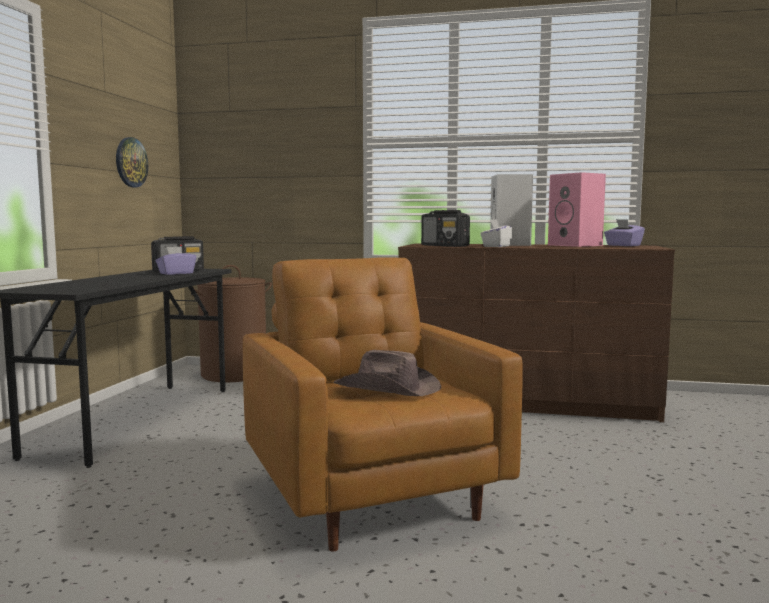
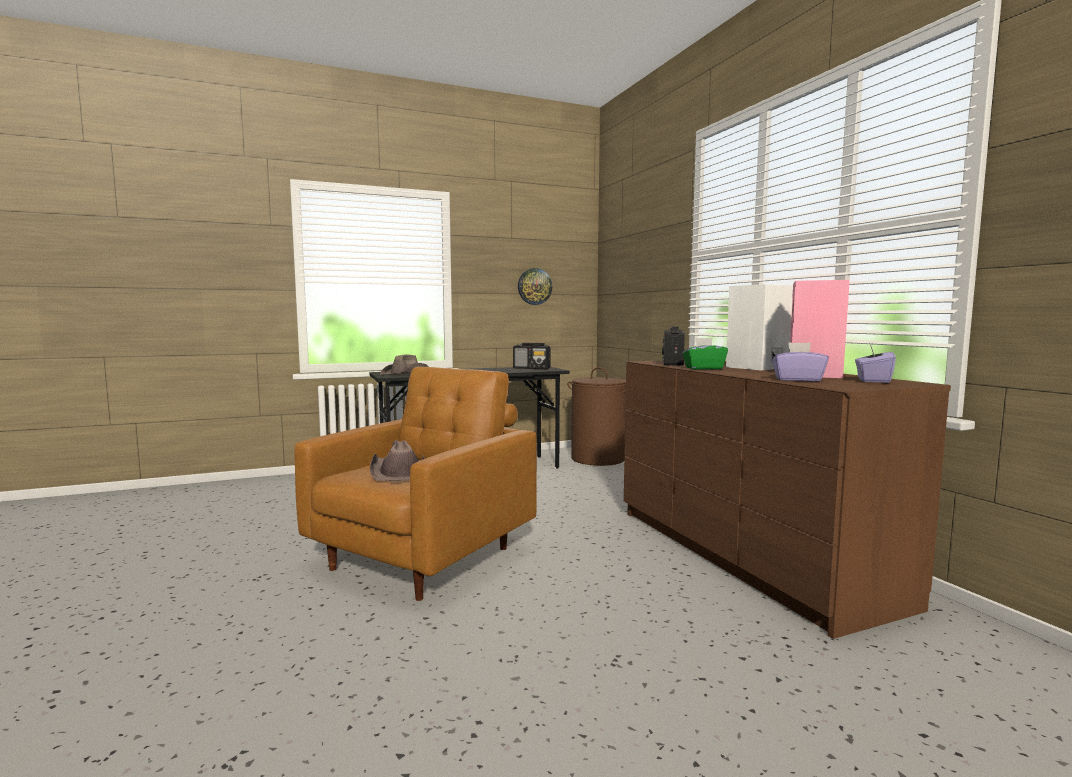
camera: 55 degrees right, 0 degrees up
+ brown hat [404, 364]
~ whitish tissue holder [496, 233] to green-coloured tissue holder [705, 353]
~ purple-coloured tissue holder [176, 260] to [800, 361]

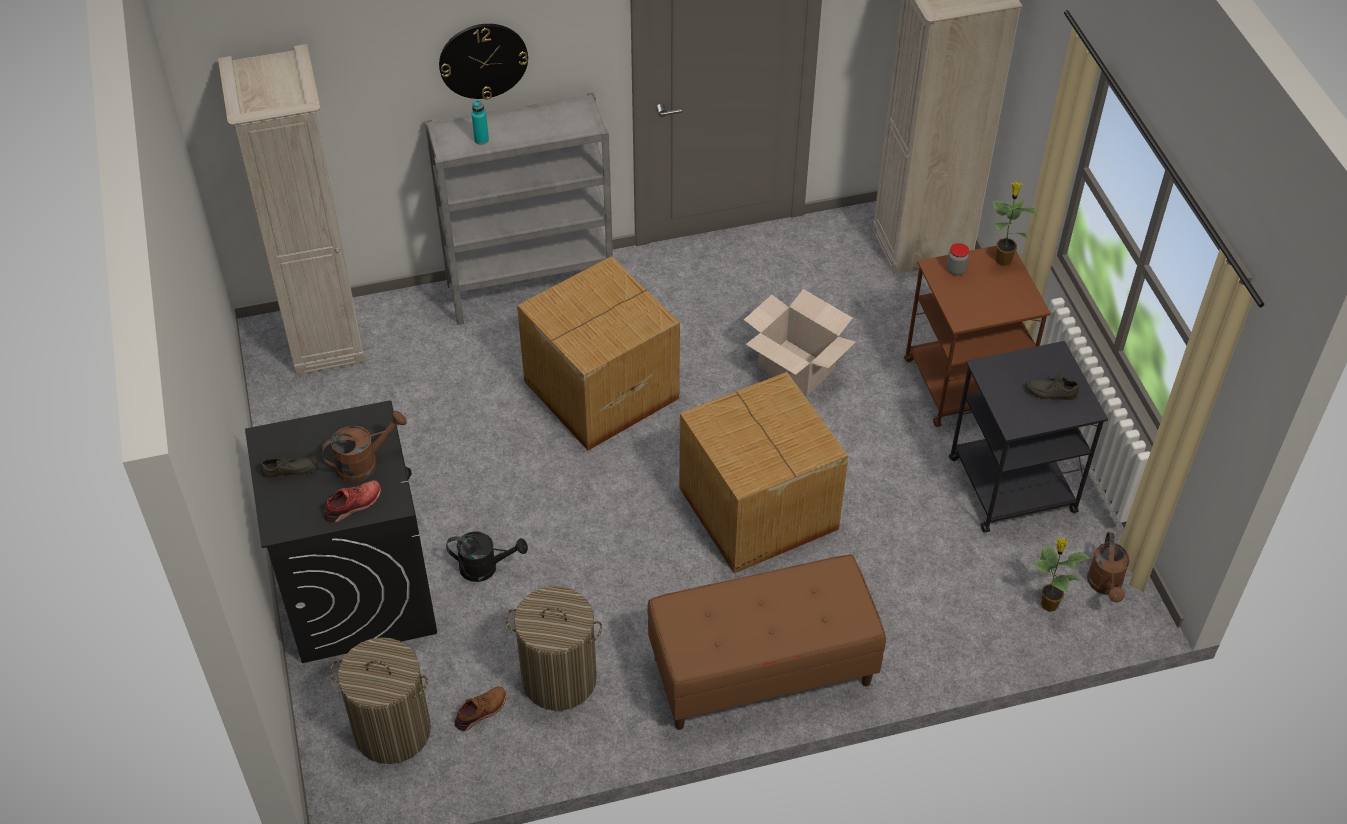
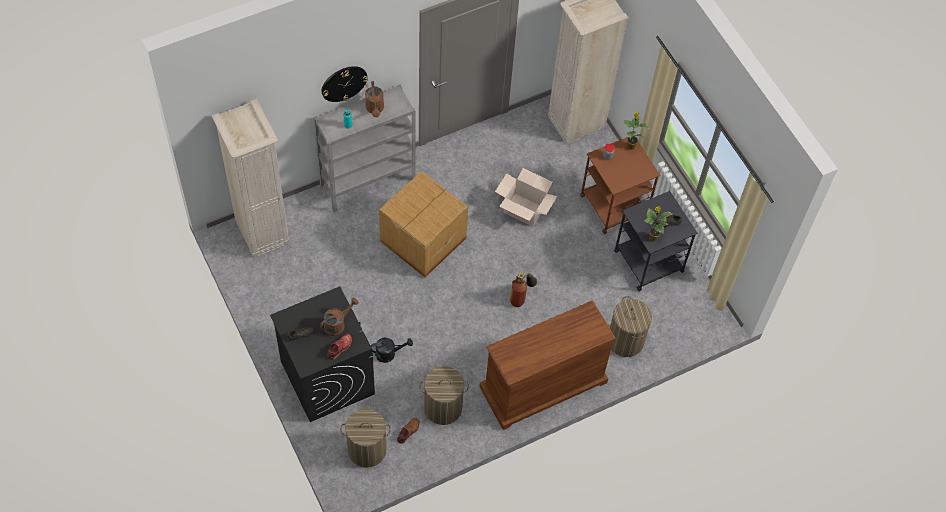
camera: 15 degrees left, 10 degrees up
~ brown watering can [1108, 567] to [374, 99]
~ brown long seat [766, 642] to brown chest of drawers [547, 365]
~ carton [763, 473] to extinguisher [523, 290]
+ hamper [631, 326]
~ plant in a pot [1062, 575] to [658, 224]

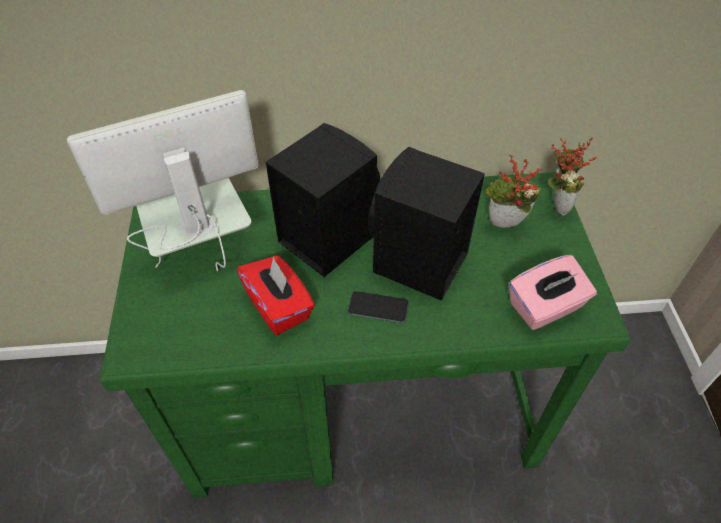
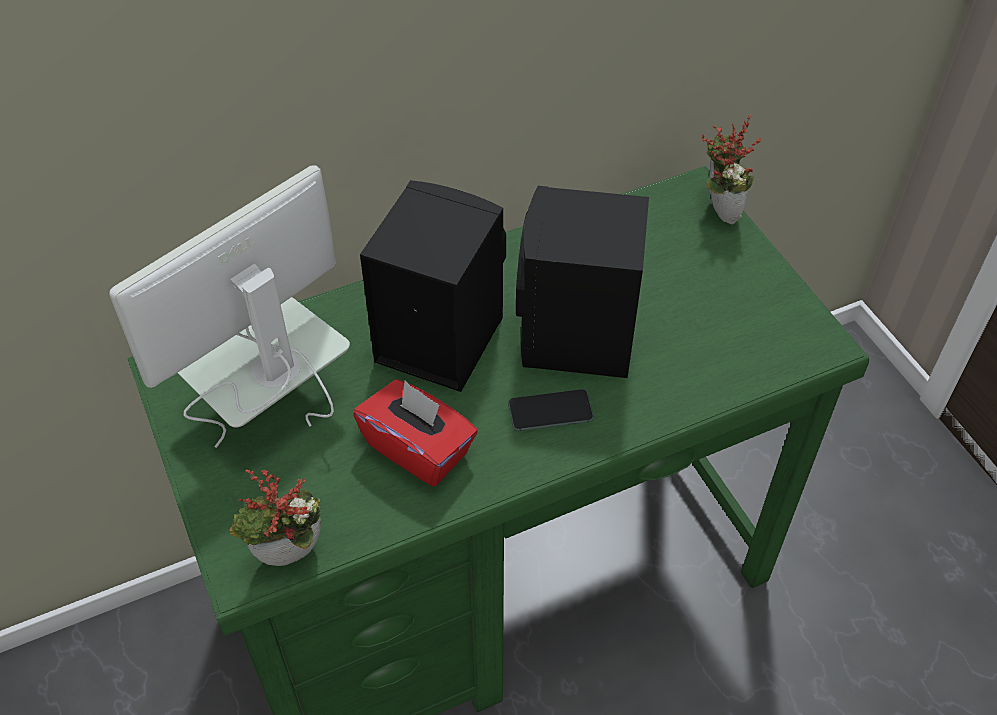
camera: 20 degrees left, 0 degrees up
~ plant in a pot [514, 191] to [275, 518]
- pink tissue holder [553, 292]

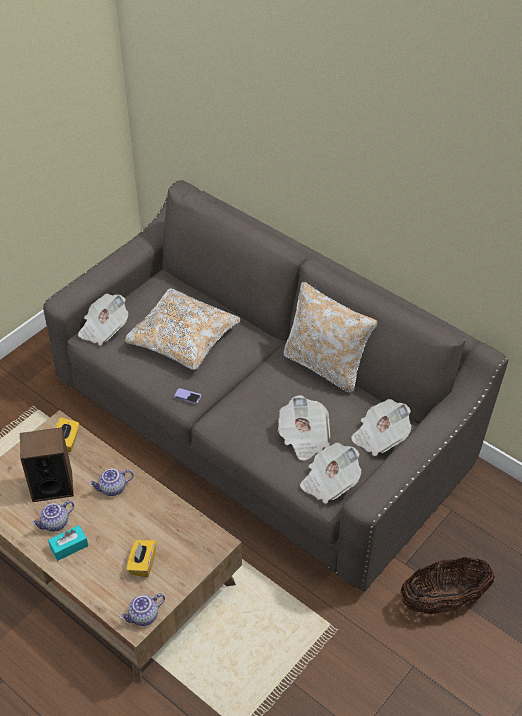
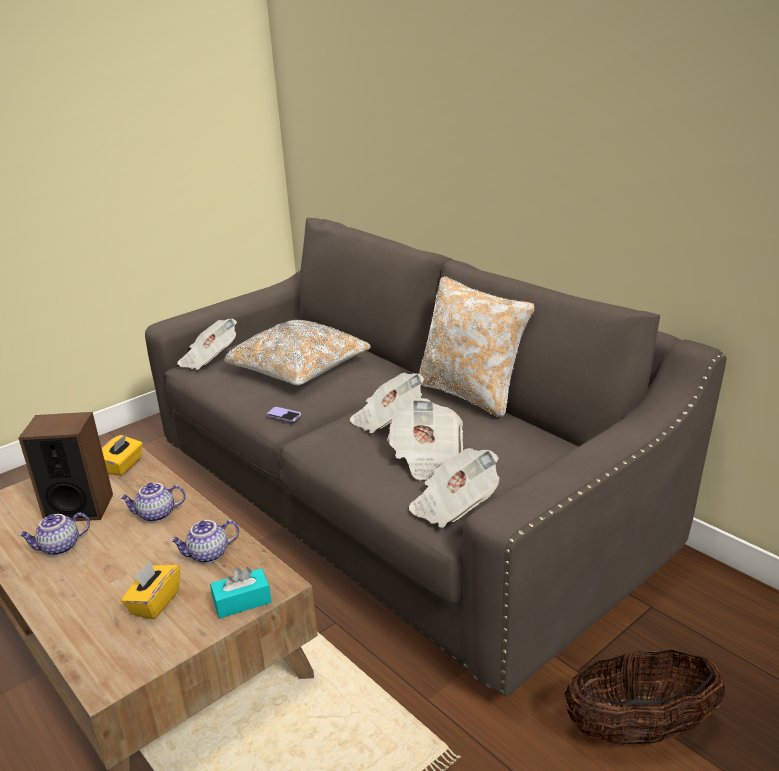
camera: 10 degrees right, 20 degrees down
~ tea pot [142, 610] to [204, 541]
~ blue-green tissue holder [68, 543] to [241, 593]
~ printed paper [381, 427] to [387, 403]

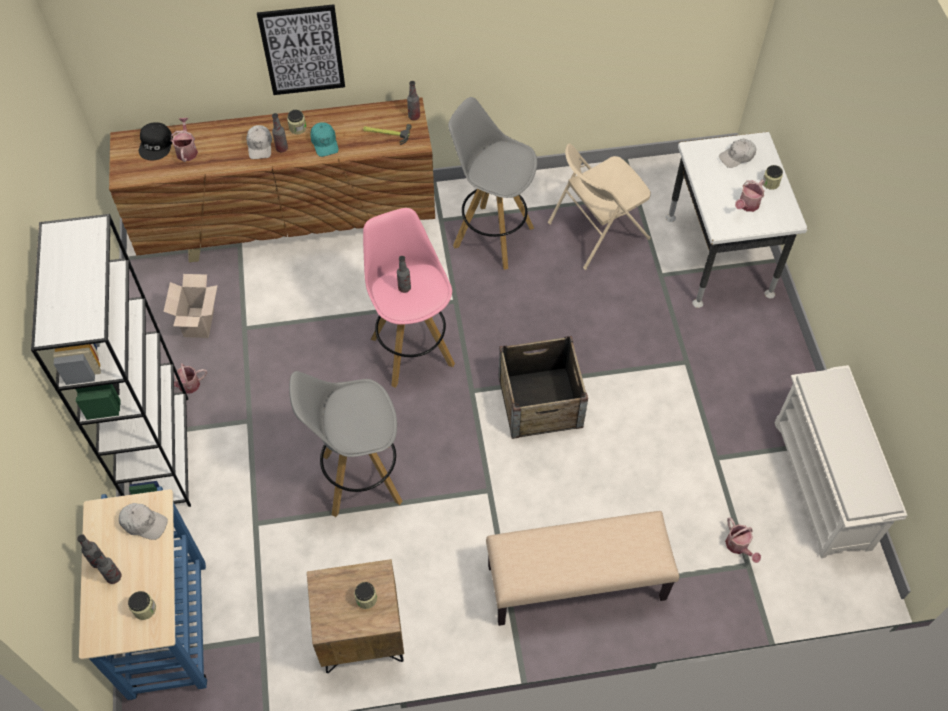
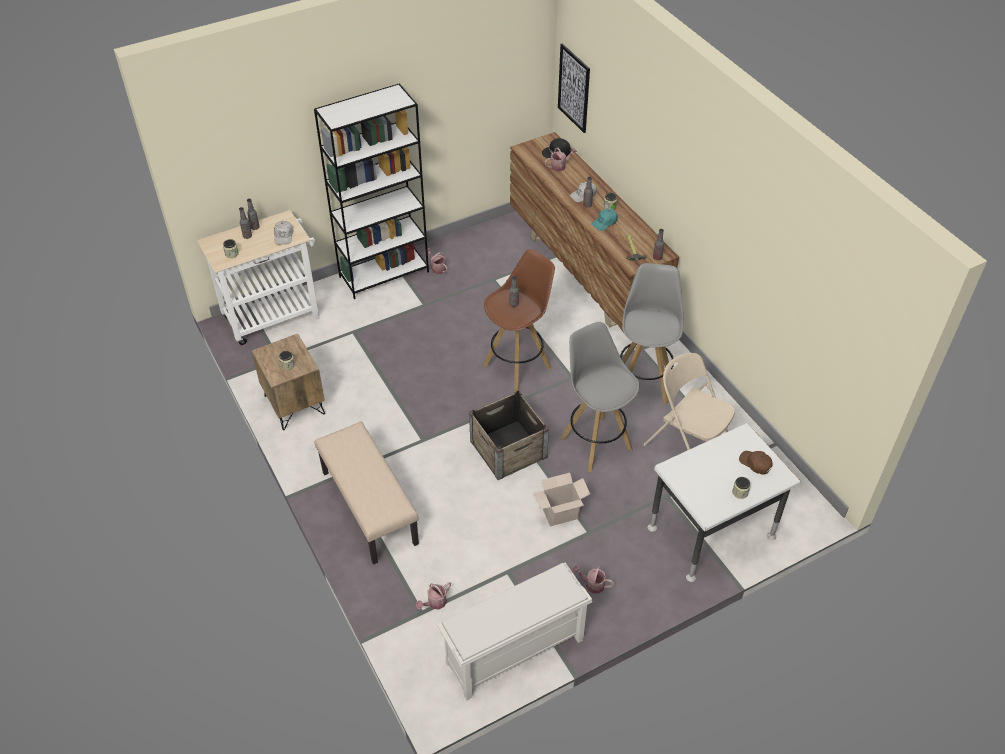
camera: 70 degrees right, 10 degrees down
~ bluish cart [143, 593] to whitish cart [258, 277]
~ pink stool [409, 298] to brown stool [519, 320]
~ carton [190, 306] to [562, 500]
~ wall art [301, 49] to [574, 88]
~ greyish stool [346, 444] to [600, 397]
~ watering can [749, 195] to [593, 579]
~ whitish baseball cap [737, 153] to brown baseball cap [756, 463]

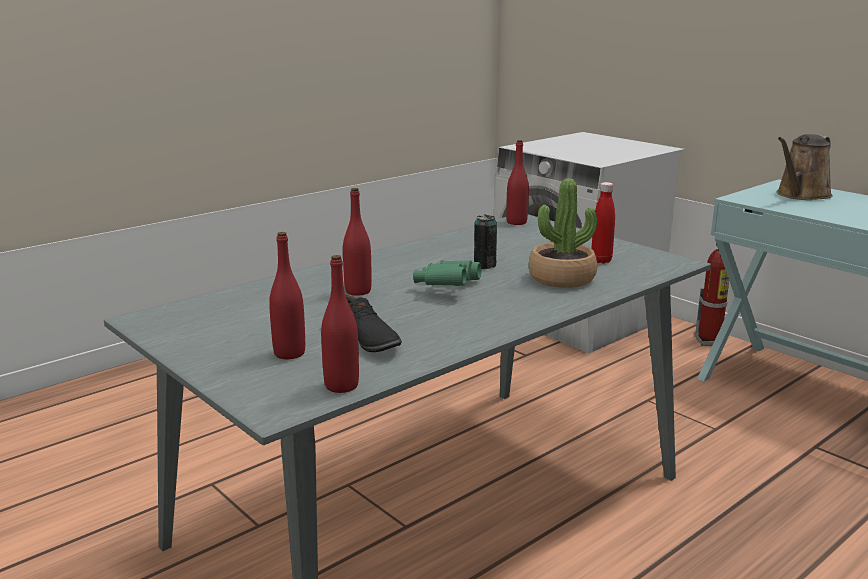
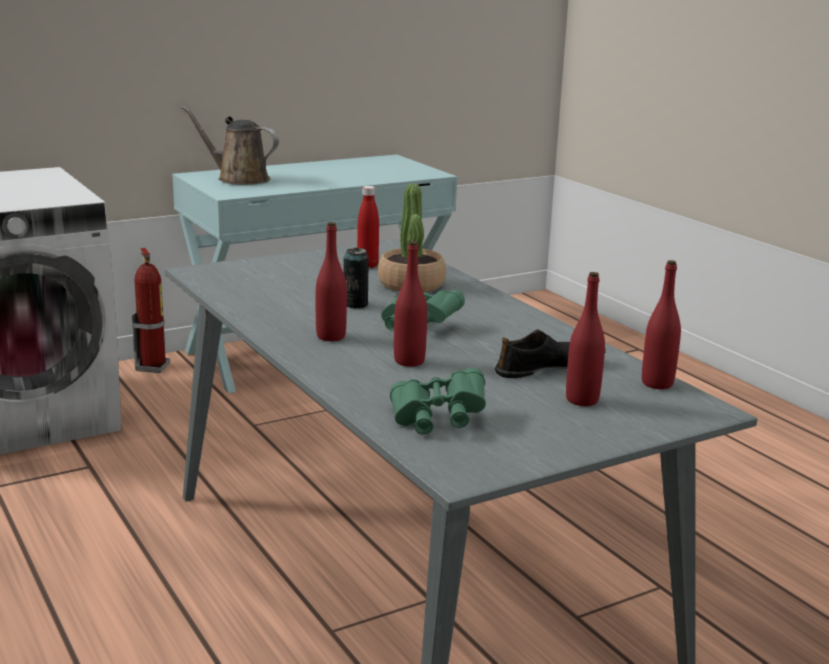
camera: 80 degrees left, 0 degrees up
~ brown watering can [804, 167] = [230, 145] 150 degrees clockwise
~ reddish drink bottle [517, 182] to [331, 281]
+ green-coloured pair of binoculars [438, 401]

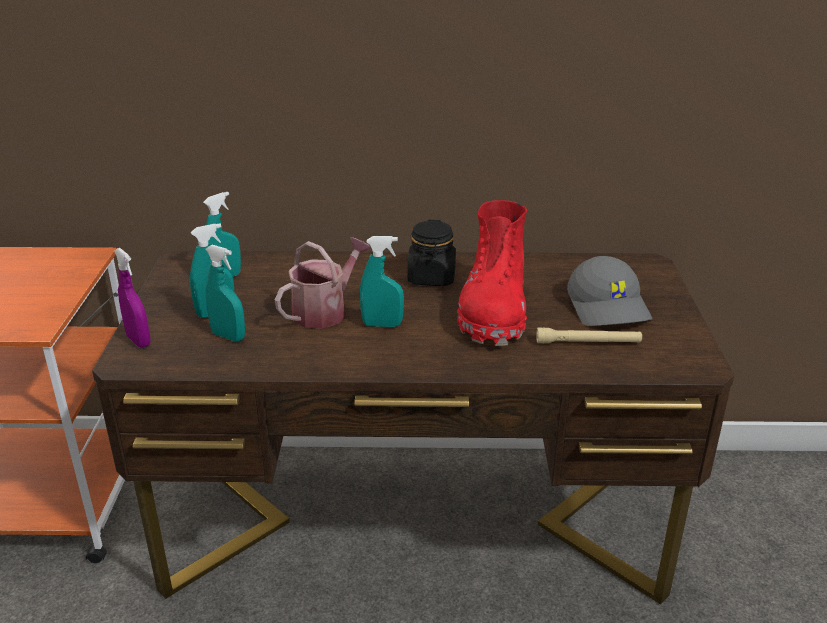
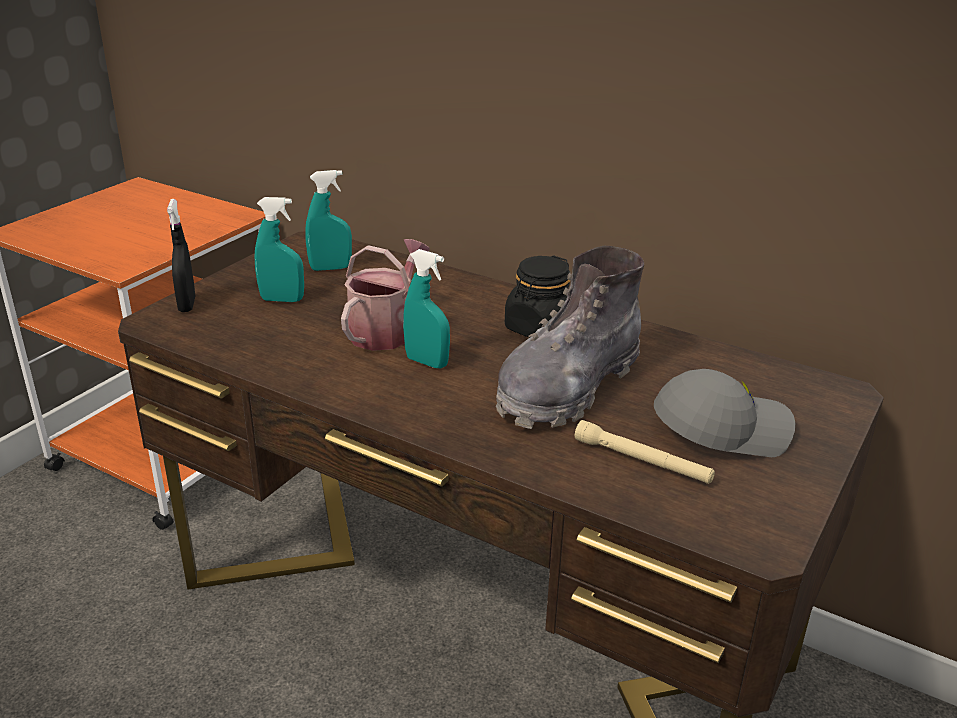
camera: 30 degrees right, 0 degrees up
~ purple-coloured sprayer [132, 298] to black sprayer [181, 255]
~ watering can [323, 283] = [385, 295] 45 degrees counterclockwise
~ reddish boot [492, 273] to greyish boot [570, 337]
~ greyish baseball cap [609, 291] = [724, 413] 120 degrees counterclockwise
- blue-green sprayer [225, 293]

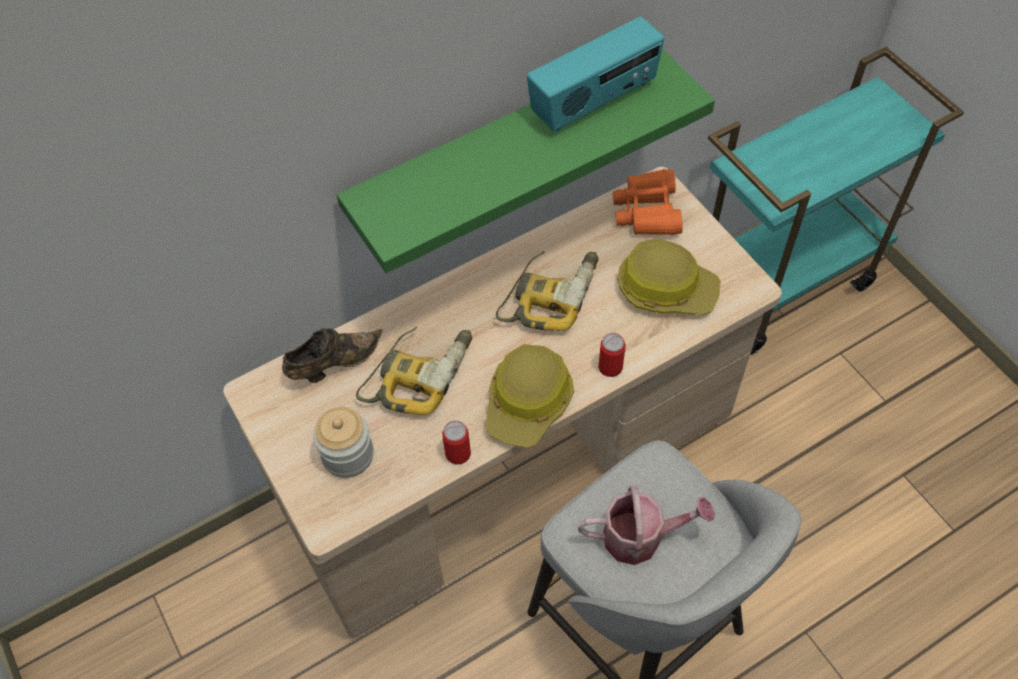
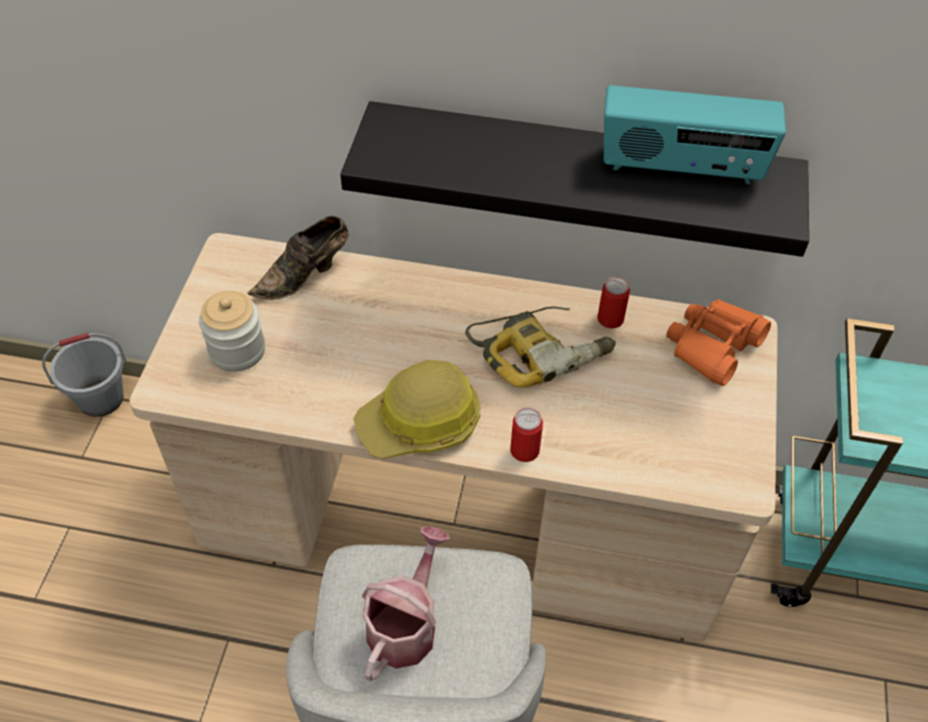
camera: 40 degrees right, 5 degrees down
+ greyish water bucket [84, 375]
~ brown item of footwear [332, 355] = [297, 258] 135 degrees clockwise
~ green-coloured shelf [526, 161] to black shelf [574, 179]
~ watering can [646, 525] = [406, 603] 105 degrees counterclockwise
~ can [456, 442] to [613, 302]
- power drill [414, 371]
- safety helmet [669, 277]

